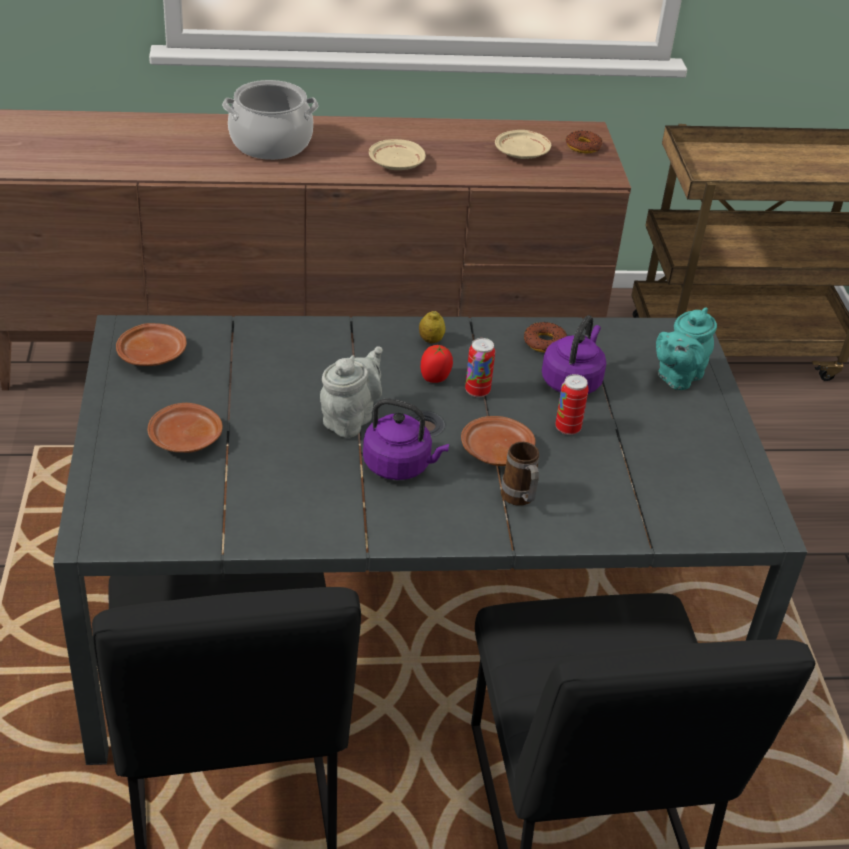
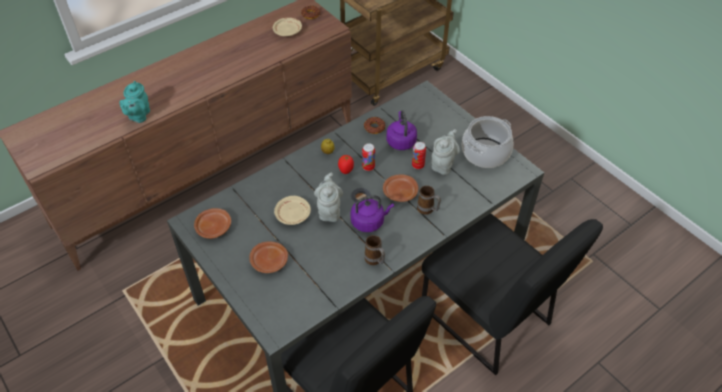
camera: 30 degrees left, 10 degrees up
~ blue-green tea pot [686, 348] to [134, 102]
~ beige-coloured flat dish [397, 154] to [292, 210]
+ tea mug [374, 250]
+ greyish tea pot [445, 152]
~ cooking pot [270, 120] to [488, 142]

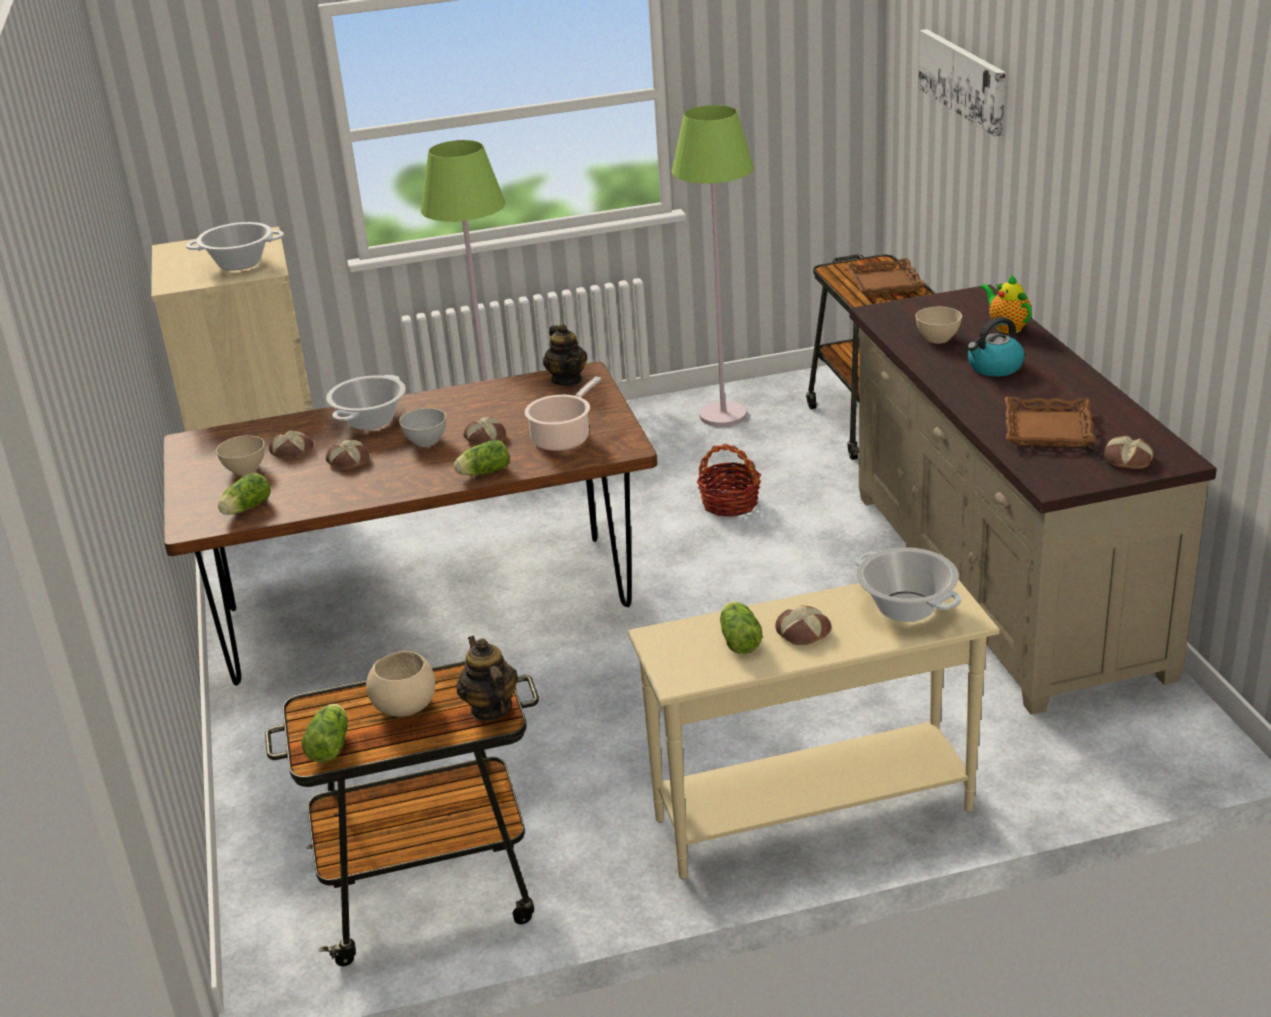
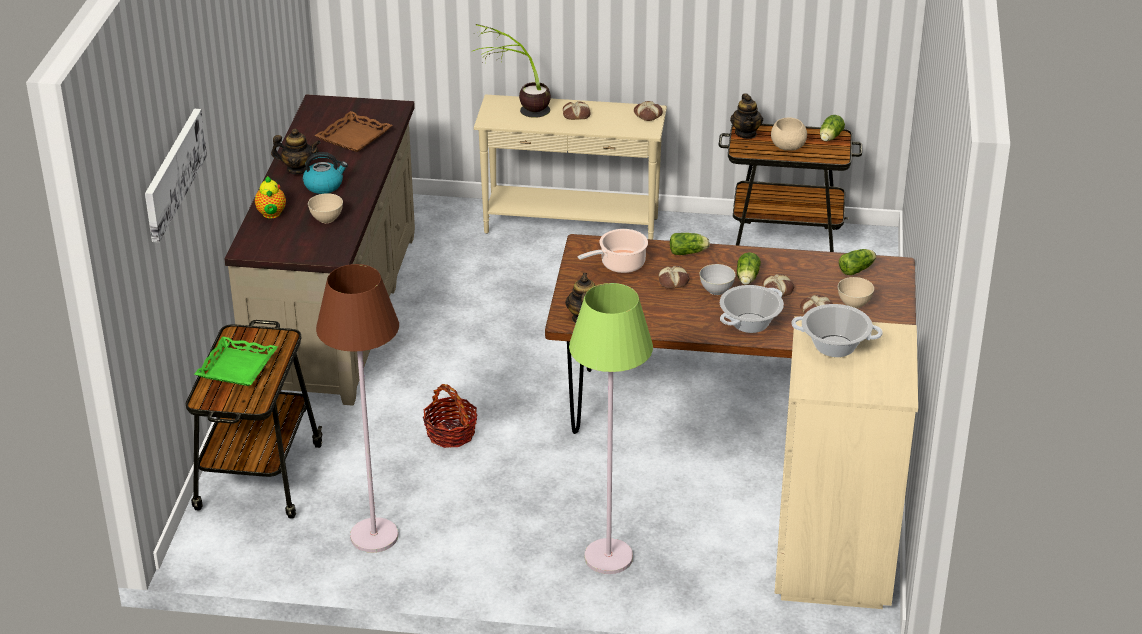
camera: 160 degrees left, 5 degrees up
~ brown tray [885, 277] to green-coloured tray [236, 361]
+ tea pot [296, 151]
~ green-coloured standard lamp [713, 266] to brown standard lamp [357, 408]
~ cooking pot [908, 584] to plant in a pot [511, 71]
~ bakery bread [1129, 452] to [648, 111]
~ lettuce [741, 627] to [749, 268]

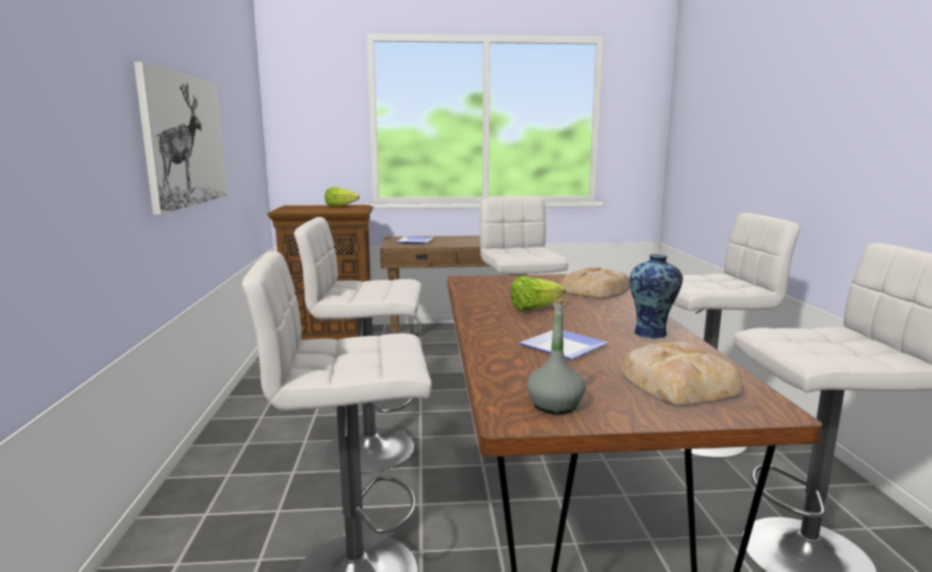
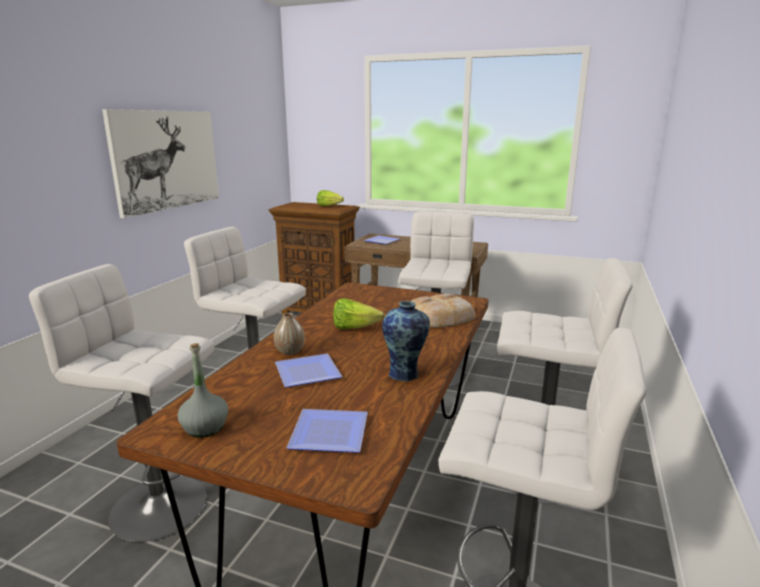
camera: 25 degrees right, 5 degrees up
+ decorative vase [289, 334]
~ bakery bread [682, 374] to flat dish [327, 431]

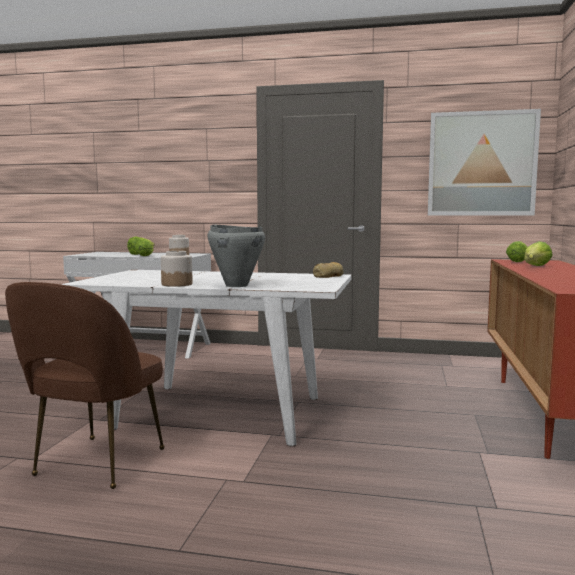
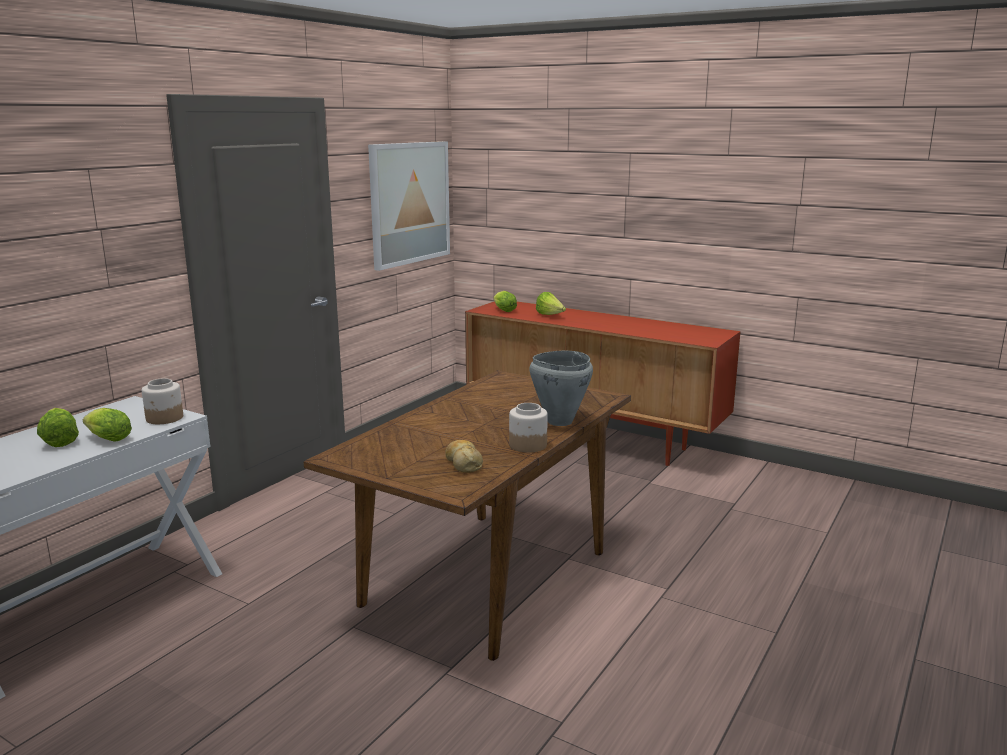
camera: 70 degrees left, 10 degrees up
~ whitish dinner table [206, 358] to brown dinner table [467, 515]
~ bakery bread [328, 270] to [464, 456]
- brown upright chair [85, 385]

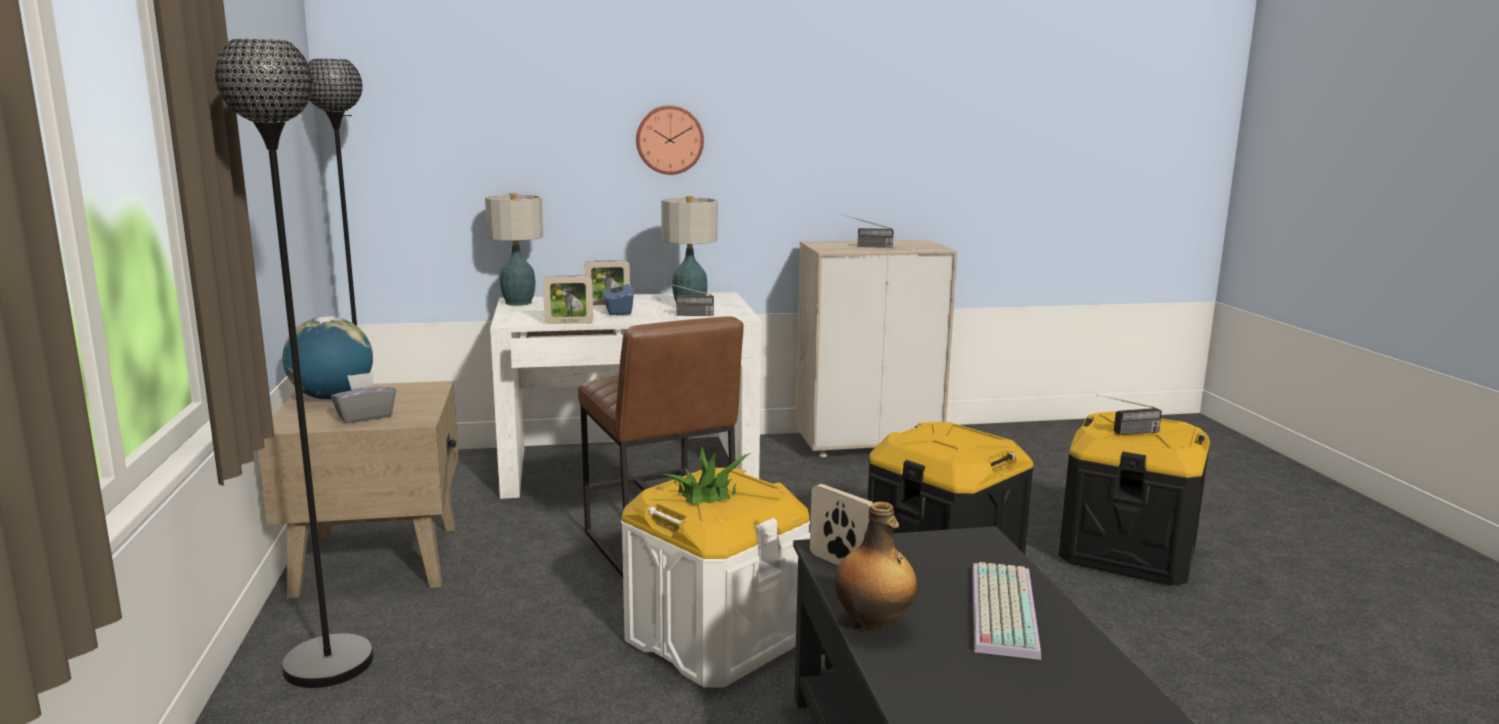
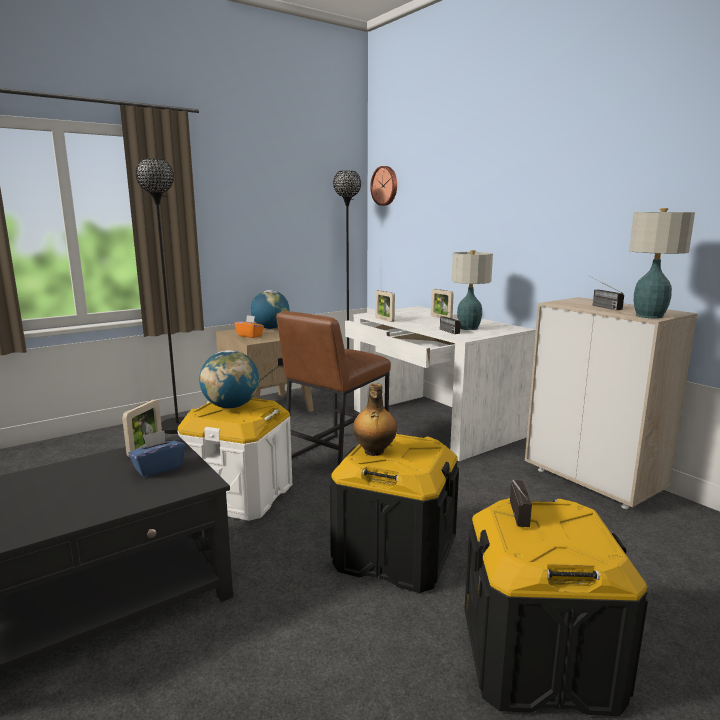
camera: 65 degrees right, 0 degrees up
~ bluish tissue holder [618, 297] to [156, 454]
~ plant in a pot [706, 476] to world globe [229, 379]
~ greyish tissue holder [363, 397] to orange-coloured tissue holder [249, 326]
~ drink bottle [875, 568] to [375, 420]
~ clock on the wall [670, 140] to [383, 186]
~ radio [1130, 415] = [521, 503] 135 degrees counterclockwise
~ lamp for a table [514, 249] to [662, 263]
- computer keyboard [1007, 611]

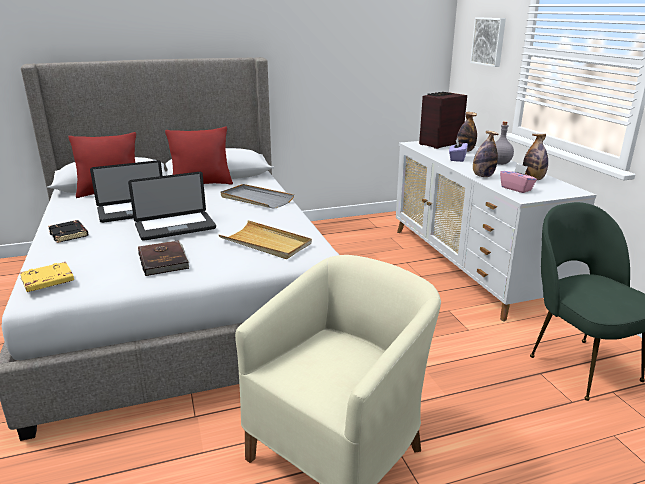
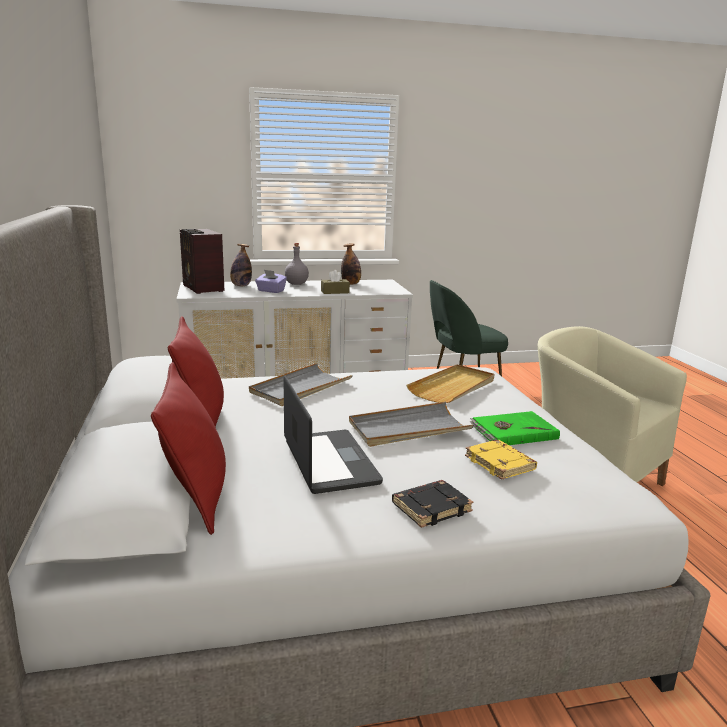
camera: 85 degrees left, 5 degrees down
~ drink bottle [486, 154] to brown tissue holder [335, 282]
~ notebook computer [172, 206] to greyish tray [411, 424]
~ yellow-coloured book [46, 277] to [501, 460]
~ brown book [163, 258] to green-coloured book [515, 428]
- wall art [488, 42]
- pink tissue holder [518, 178]

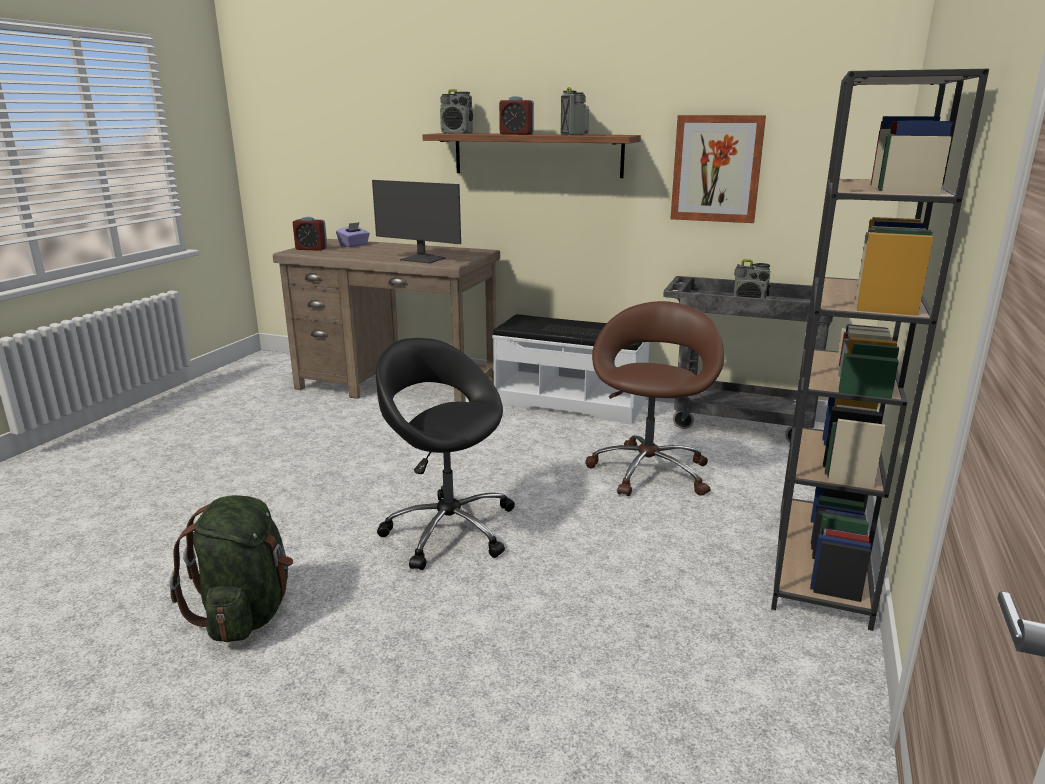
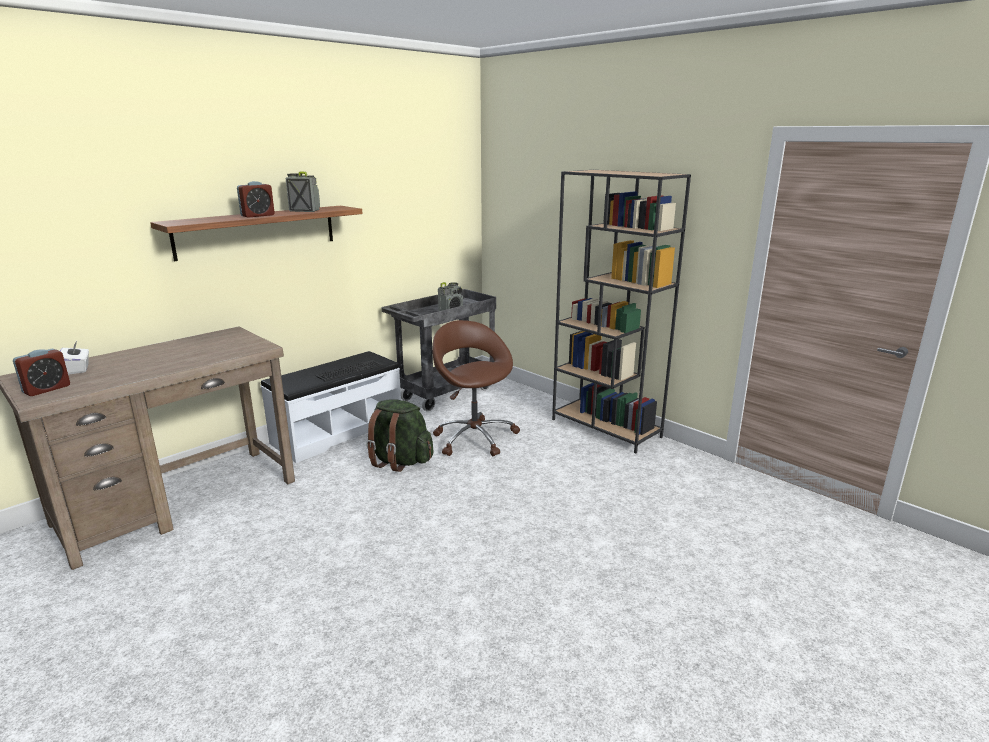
camera: 65 degrees left, 0 degrees up
~ purple-coloured tissue holder [353, 234] to whitish tissue holder [74, 358]
~ green-coloured knapsack [231, 569] to [400, 435]
- monitor [416, 221]
- black office chair [445, 454]
- radio [456, 111]
- wall art [718, 169]

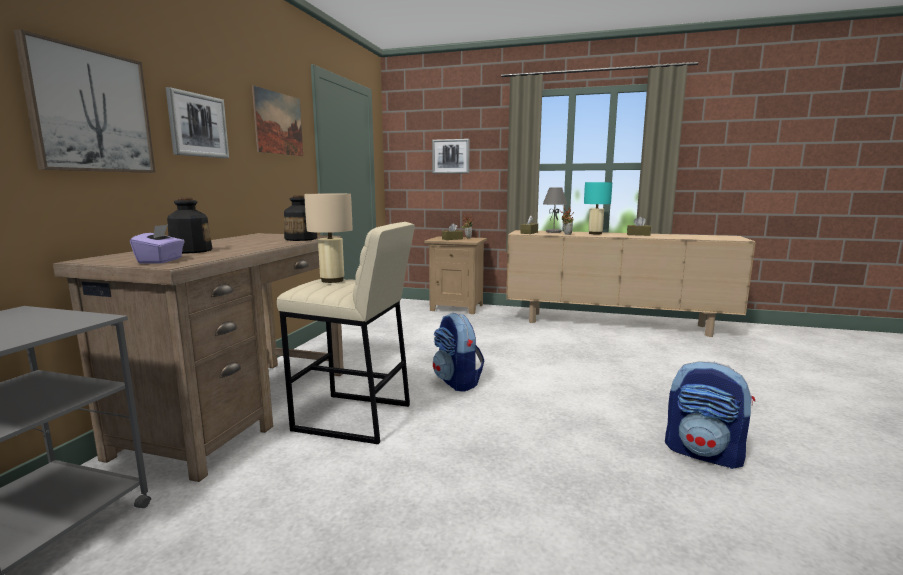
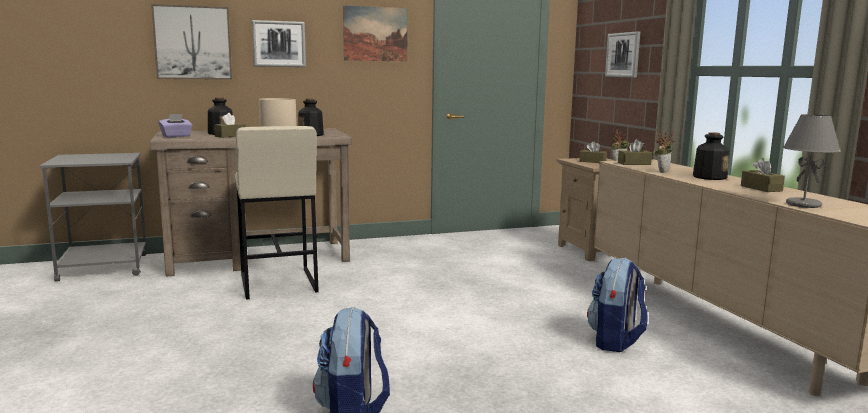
camera: 55 degrees right, 0 degrees up
+ brown tissue holder [230, 125]
~ knapsack [458, 352] to [617, 304]
~ blue-green lamp for a table [598, 208] to drink bottle [711, 156]
~ greyish lamp for a table [555, 210] to [812, 161]

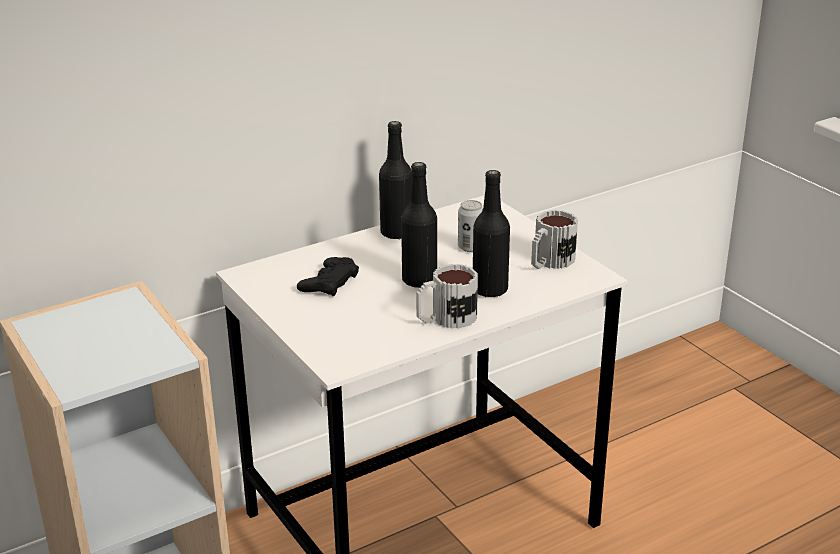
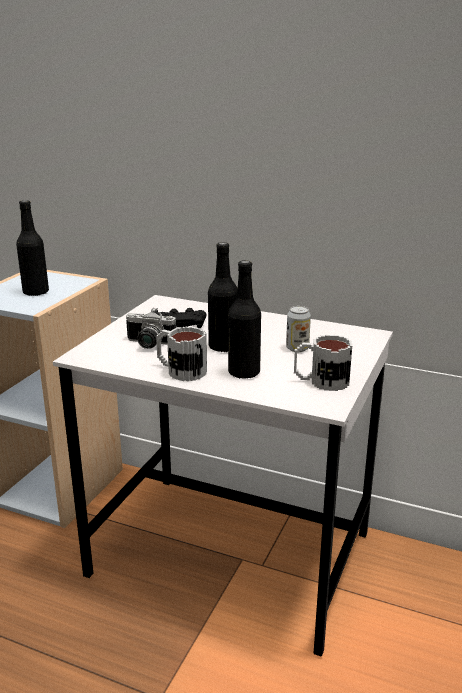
camera: 55 degrees right, 5 degrees down
~ black drink bottle [395, 180] to [32, 248]
+ photo camera [151, 328]

